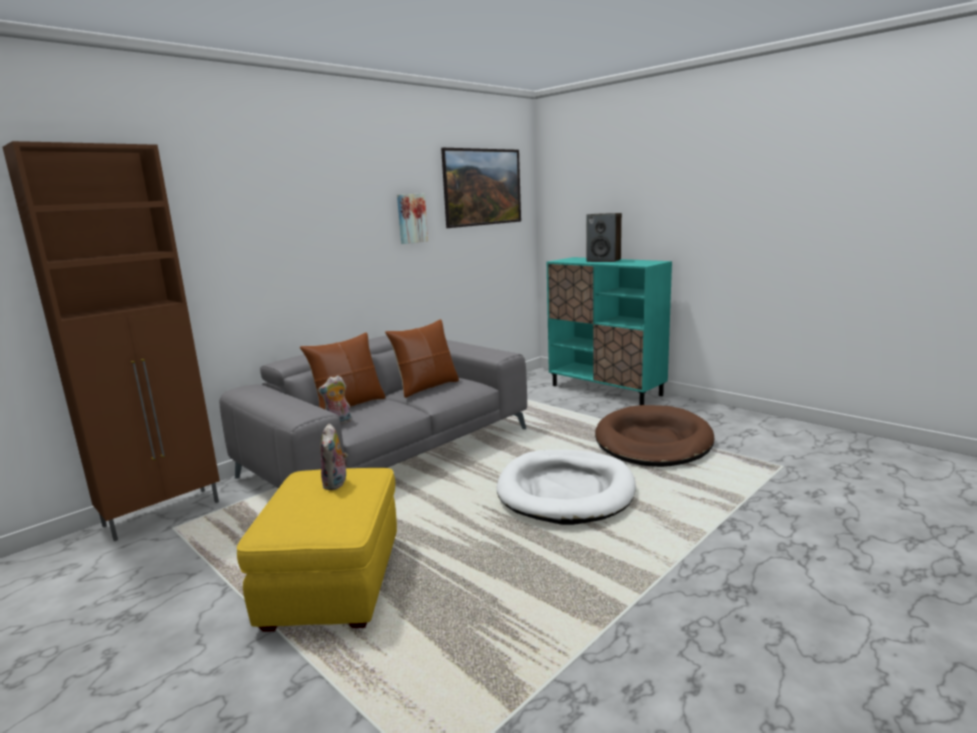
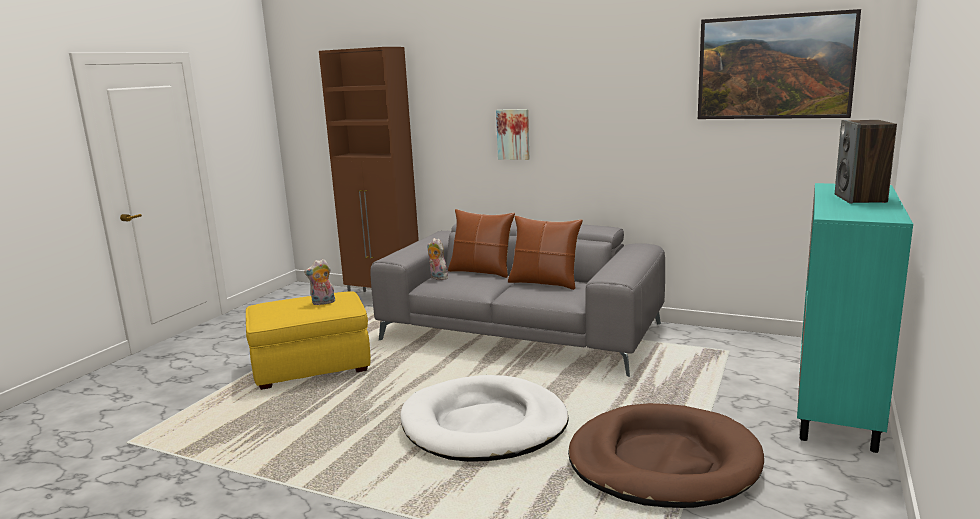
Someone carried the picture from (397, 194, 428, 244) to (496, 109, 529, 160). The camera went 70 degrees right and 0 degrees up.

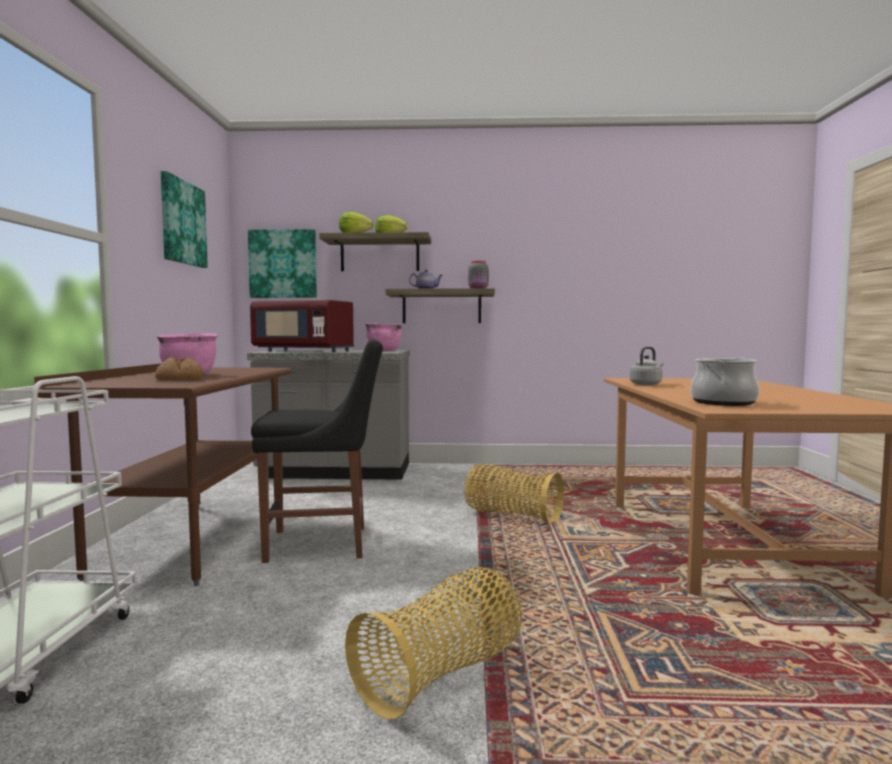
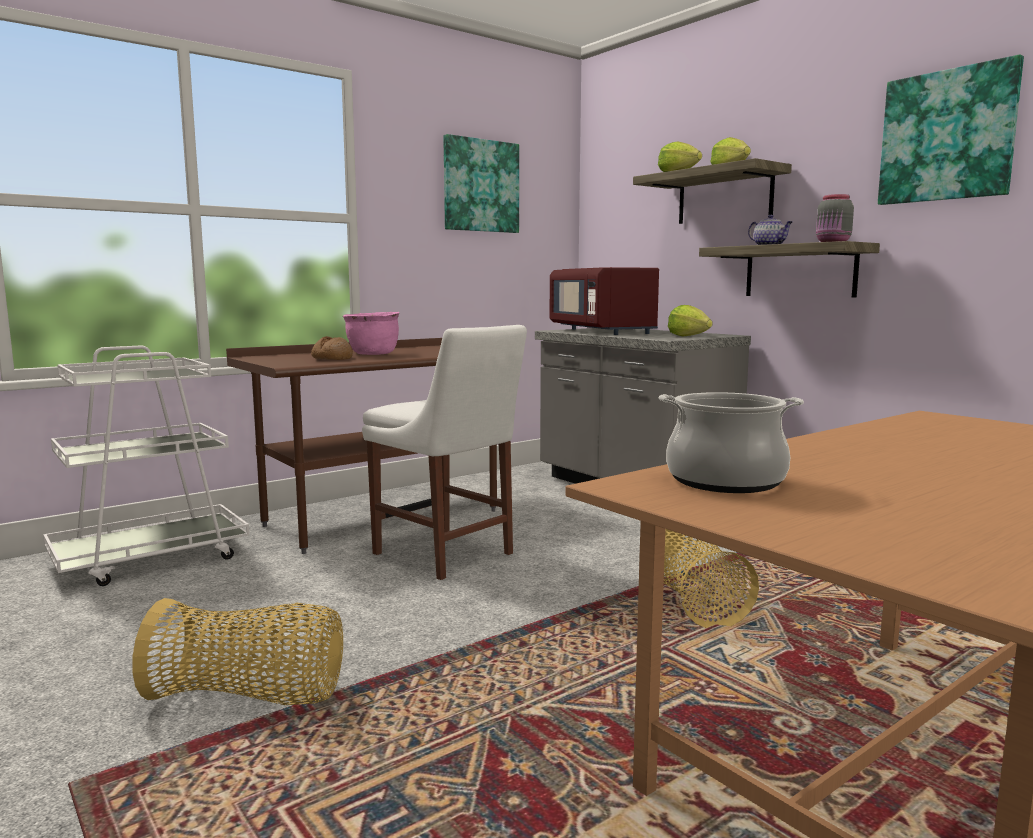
Someone carried the picture from (248, 229, 317, 298) to (878, 55, 1024, 205). Someone repainted the black_chair at (251, 339, 383, 563), which became the white_chair at (362, 325, 527, 580). Someone swapped the pink_cooking_pot at (365, 323, 403, 351) for the lettuce at (668, 305, 713, 336). Someone took away the grey_kettle at (630, 347, 663, 386). The camera went 50 degrees right and 5 degrees up.

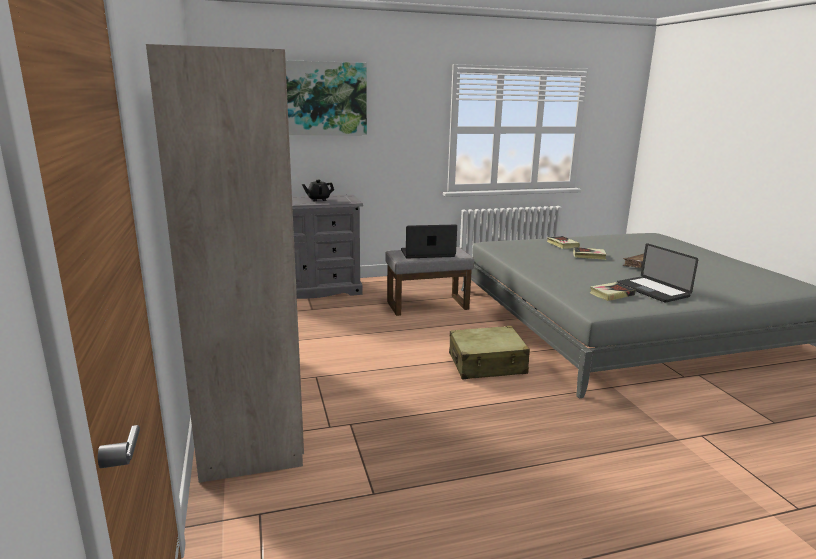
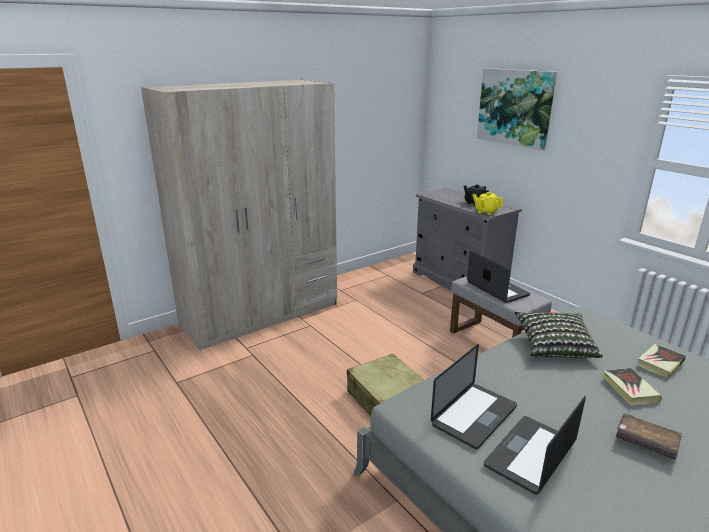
Someone swapped the book at (590, 282, 635, 301) for the laptop at (431, 344, 517, 449). Someone put down the yellow_teapot at (472, 192, 503, 215). Someone put down the pillow at (515, 312, 603, 358). The camera went 70 degrees right and 5 degrees up.

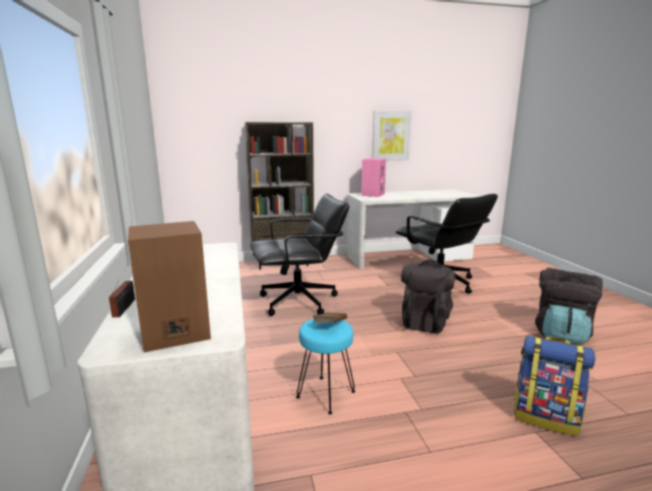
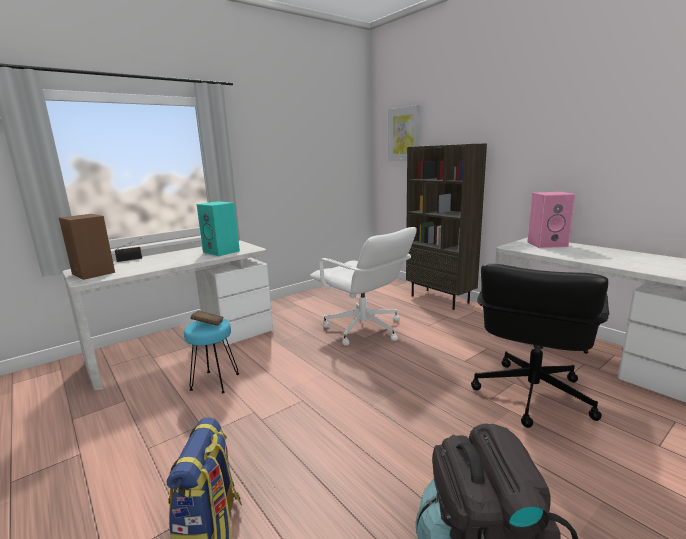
Someone repainted the black_office_chair at (250, 193, 349, 316), which became the white_office_chair at (310, 227, 417, 345). Someone carried the picture from (372, 110, 412, 161) to (388, 105, 421, 161). Someone took away the black_backpack at (401, 259, 456, 334). Someone put down the turquoise_speaker at (196, 201, 240, 256). The camera went 65 degrees right and 0 degrees up.

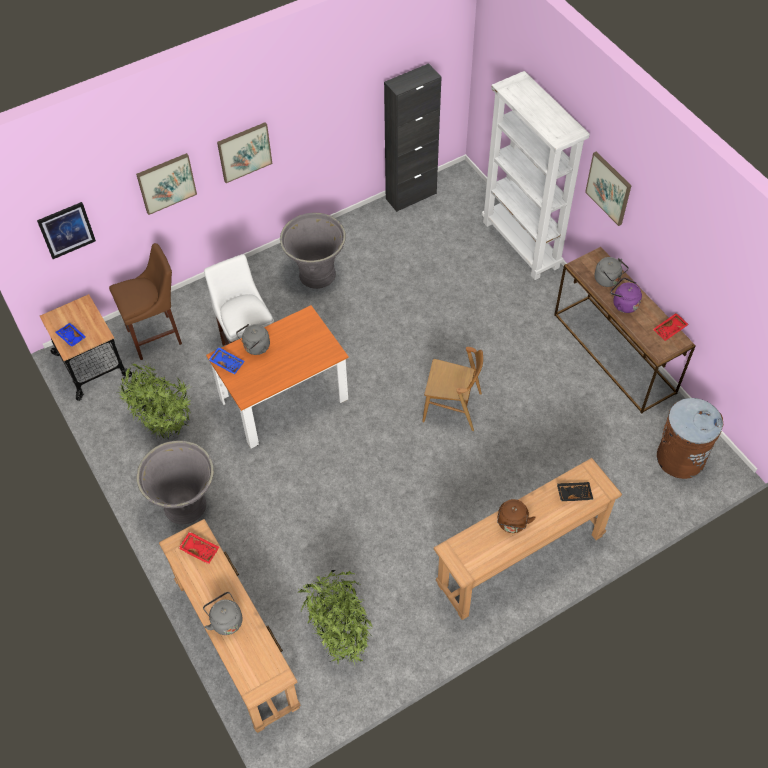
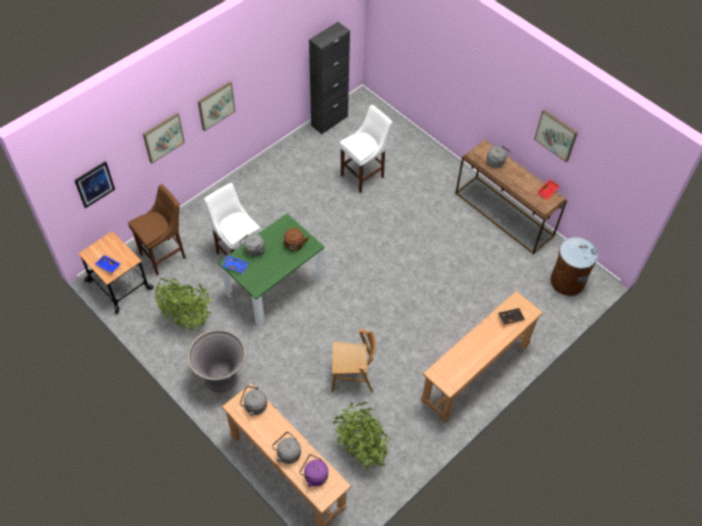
Someone swapped the red_tray at (179, 531, 219, 564) for the grey_kettle at (240, 386, 267, 416). Someone repainted the orange_dining_table at (206, 305, 349, 448), which became the green_dining_table at (218, 213, 325, 327). Someone took away the grey_planter at (280, 213, 346, 289). Someone carried the brown_chair from (422, 347, 483, 431) to (331, 329, 376, 393). Someone took away the white_bookcase at (482, 71, 590, 280). Someone carried the brown_kettle from (497, 499, 536, 533) to (283, 228, 309, 251). Someone carried the picture from (585, 151, 631, 226) to (534, 109, 578, 162). Someone carried the purple_kettle from (611, 277, 642, 313) to (300, 454, 328, 487). Someone put down the white_stool at (339, 105, 392, 193). The camera went 15 degrees left and 0 degrees up.

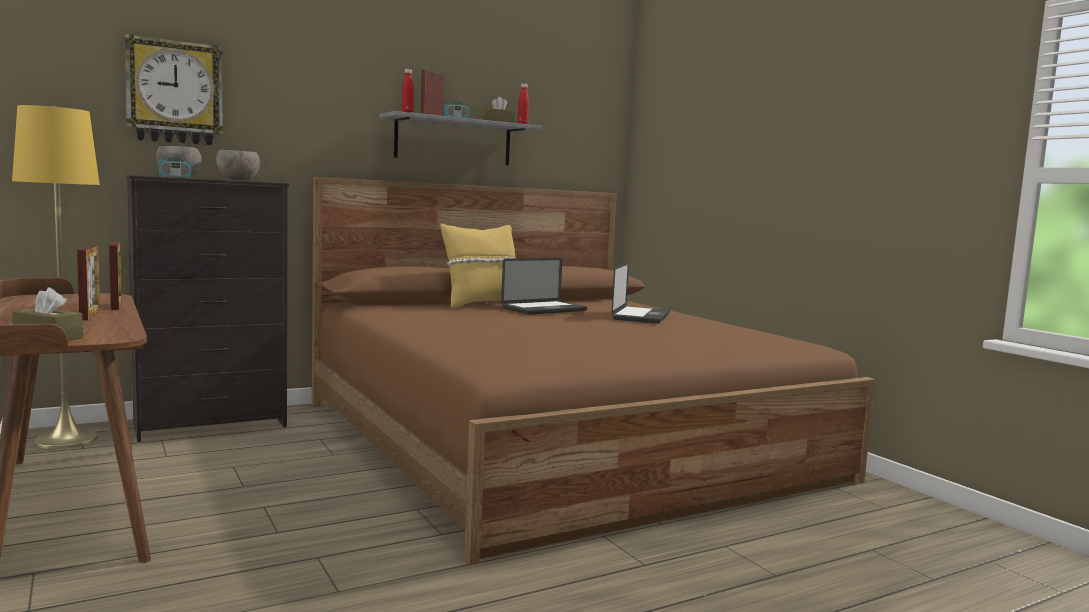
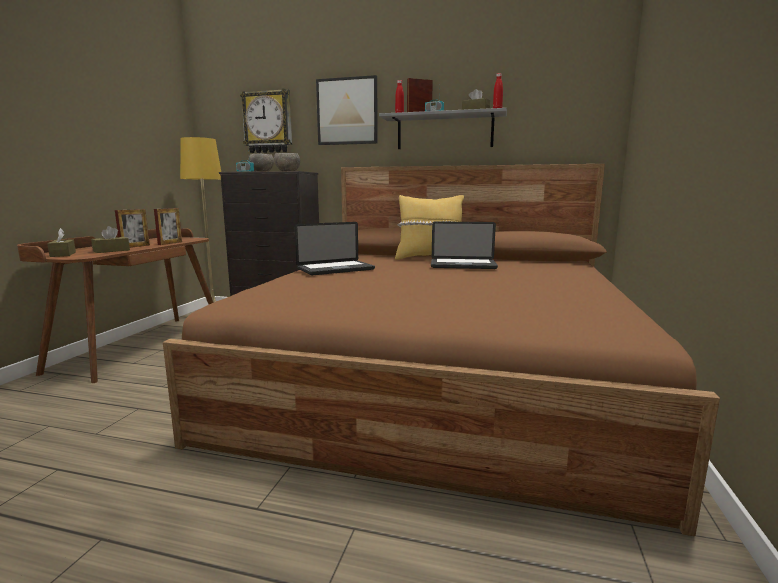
Someone carried the laptop from (611, 262, 670, 323) to (295, 222, 375, 275). Someone put down the brown_tissue_box at (91, 226, 130, 253). Someone put up the picture at (316, 75, 378, 145). The camera went 45 degrees right and 5 degrees up.

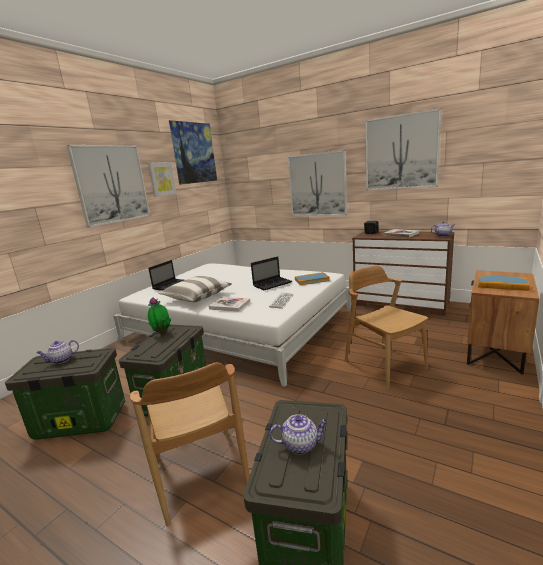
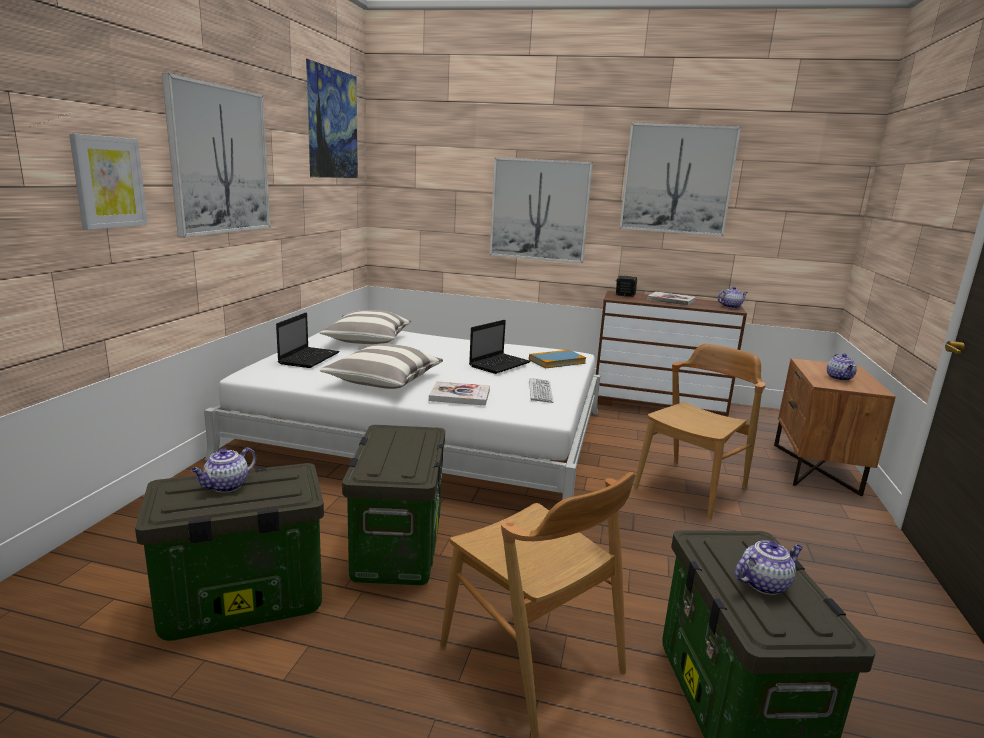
Someone carried the picture from (148, 162, 177, 197) to (69, 133, 148, 230). Someone took away the potted_plant at (148, 297, 171, 334). Someone rotated the brown_chair at (344, 266, 428, 388) by 90 degrees clockwise. Someone swapped the book at (478, 275, 530, 291) for the teapot at (827, 354, 857, 381). Someone put down the pillow at (320, 310, 411, 344). The camera went 20 degrees left and 0 degrees up.

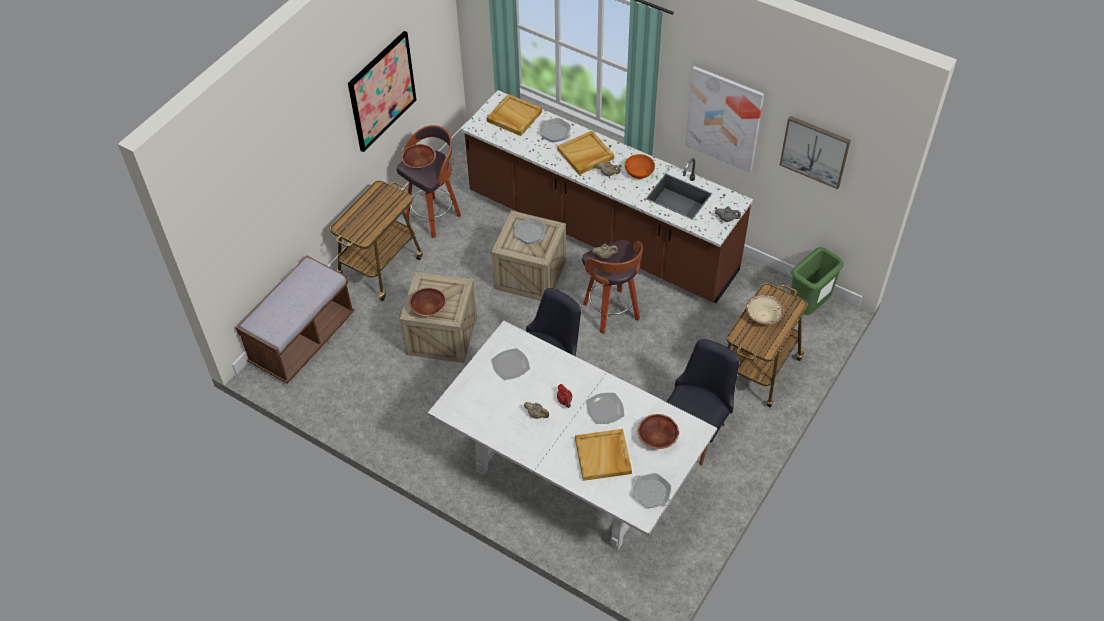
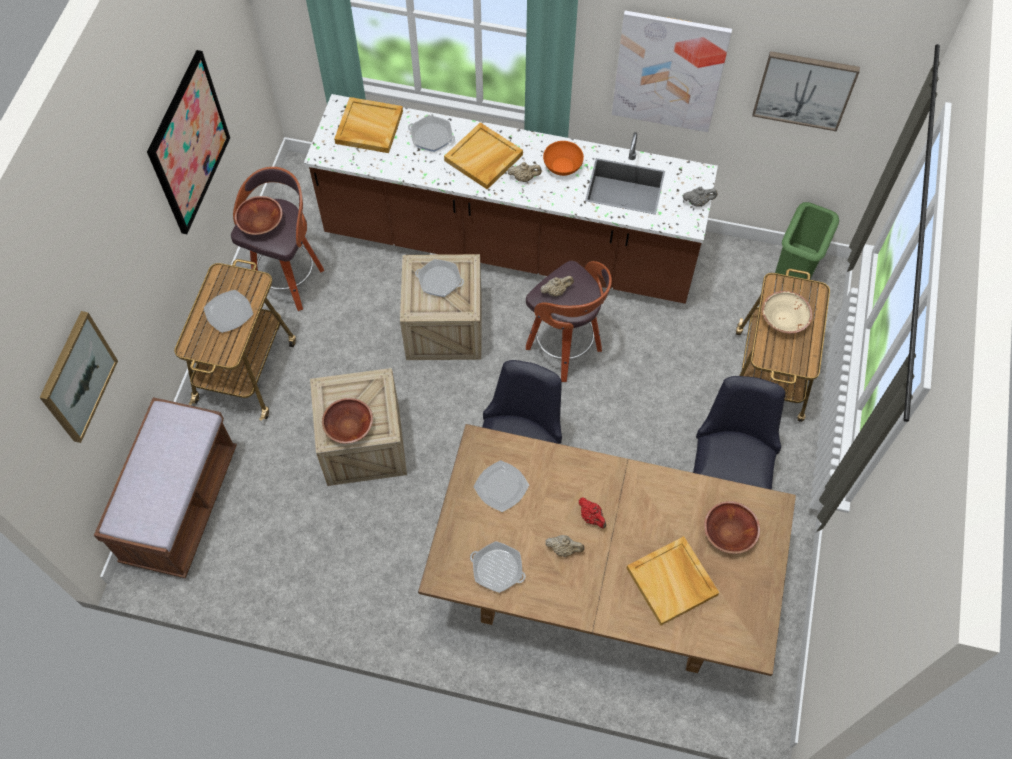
Someone repainted the white_dining_table at (427, 320, 717, 550), which became the brown_dining_table at (418, 424, 796, 676). Someone carried the plate from (586, 393, 624, 424) to (204, 290, 253, 333). Someone carried the frying_pan from (633, 473, 671, 508) to (470, 541, 526, 593). Someone put up the picture at (39, 311, 118, 443). The camera went 20 degrees left and 10 degrees up.

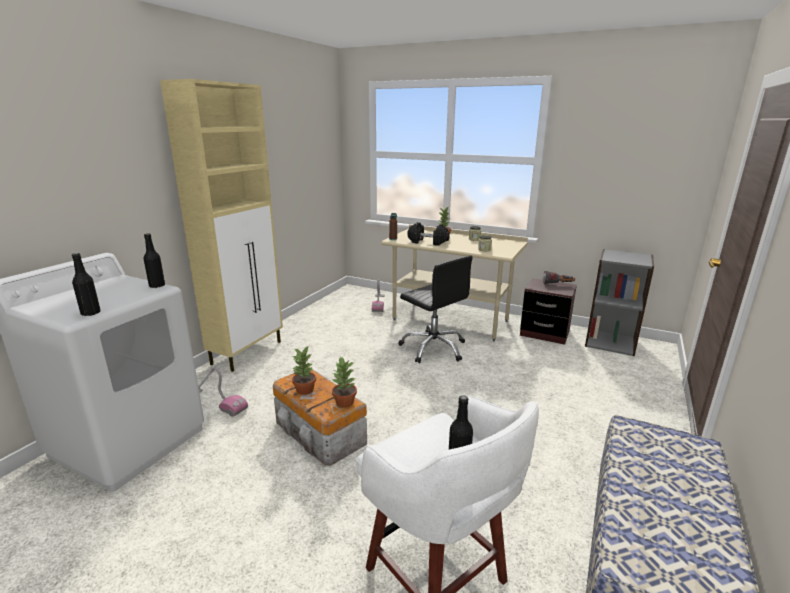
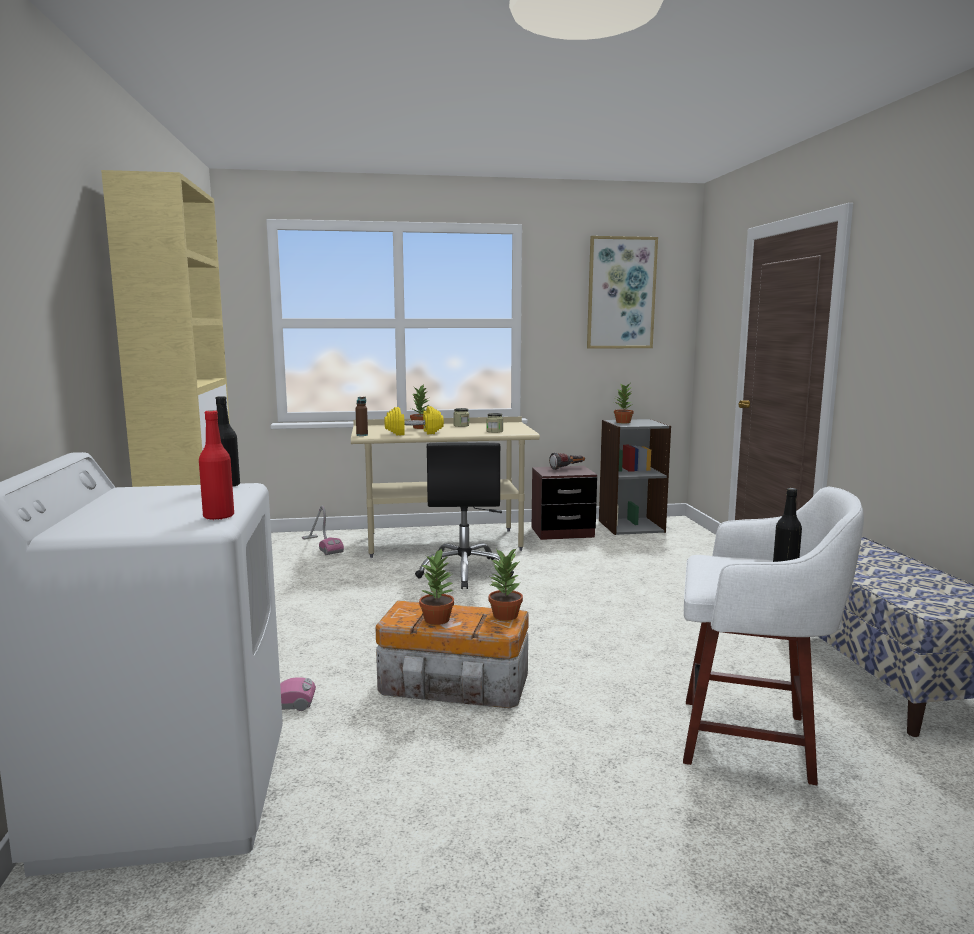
Someone repainted the black_bottle at (72, 253, 101, 316), which became the red_bottle at (199, 410, 234, 520). Someone rotated the black_office_chair at (398, 256, 473, 363) by 75 degrees clockwise. Someone repainted the black_dumbbell at (407, 222, 450, 246), which became the yellow_dumbbell at (384, 406, 444, 436). Someone put up the picture at (587, 236, 658, 349). Someone put down the potted_plant at (614, 384, 634, 423). The camera went 35 degrees left and 10 degrees down.

